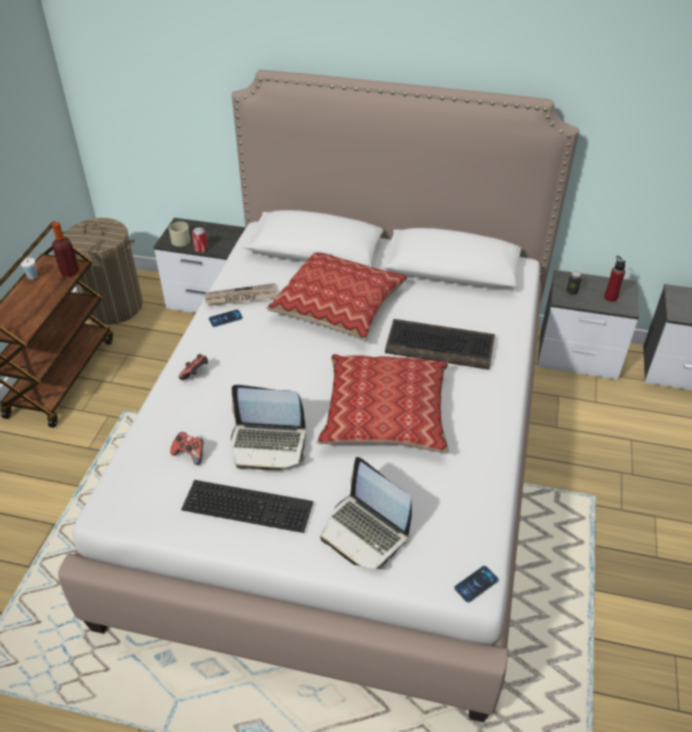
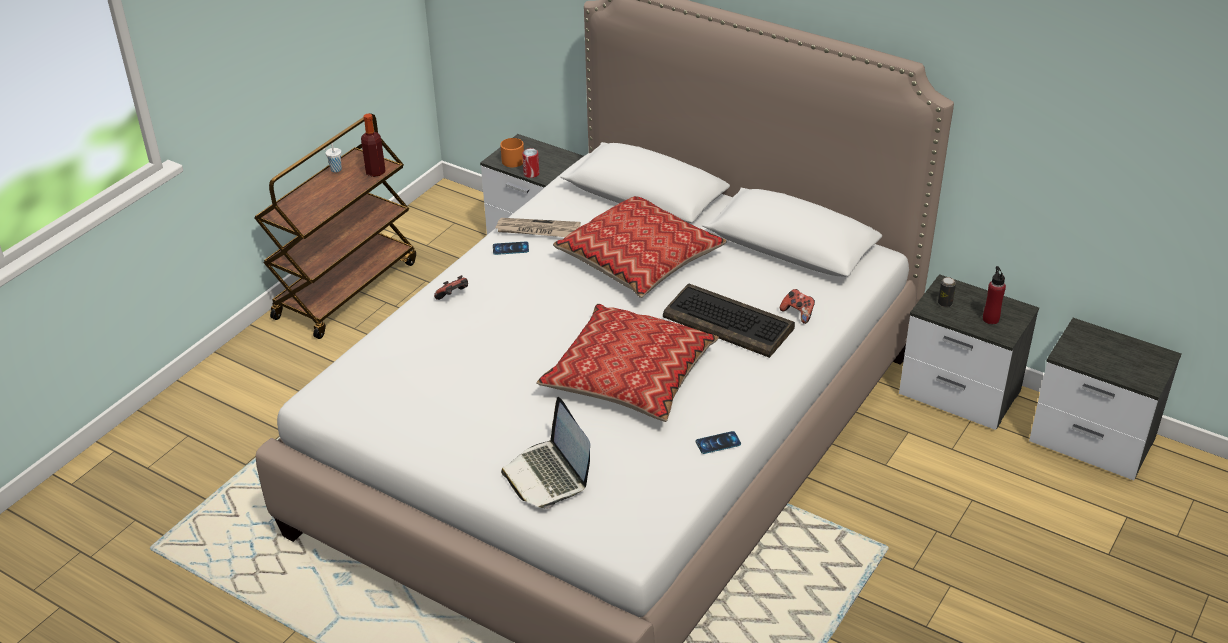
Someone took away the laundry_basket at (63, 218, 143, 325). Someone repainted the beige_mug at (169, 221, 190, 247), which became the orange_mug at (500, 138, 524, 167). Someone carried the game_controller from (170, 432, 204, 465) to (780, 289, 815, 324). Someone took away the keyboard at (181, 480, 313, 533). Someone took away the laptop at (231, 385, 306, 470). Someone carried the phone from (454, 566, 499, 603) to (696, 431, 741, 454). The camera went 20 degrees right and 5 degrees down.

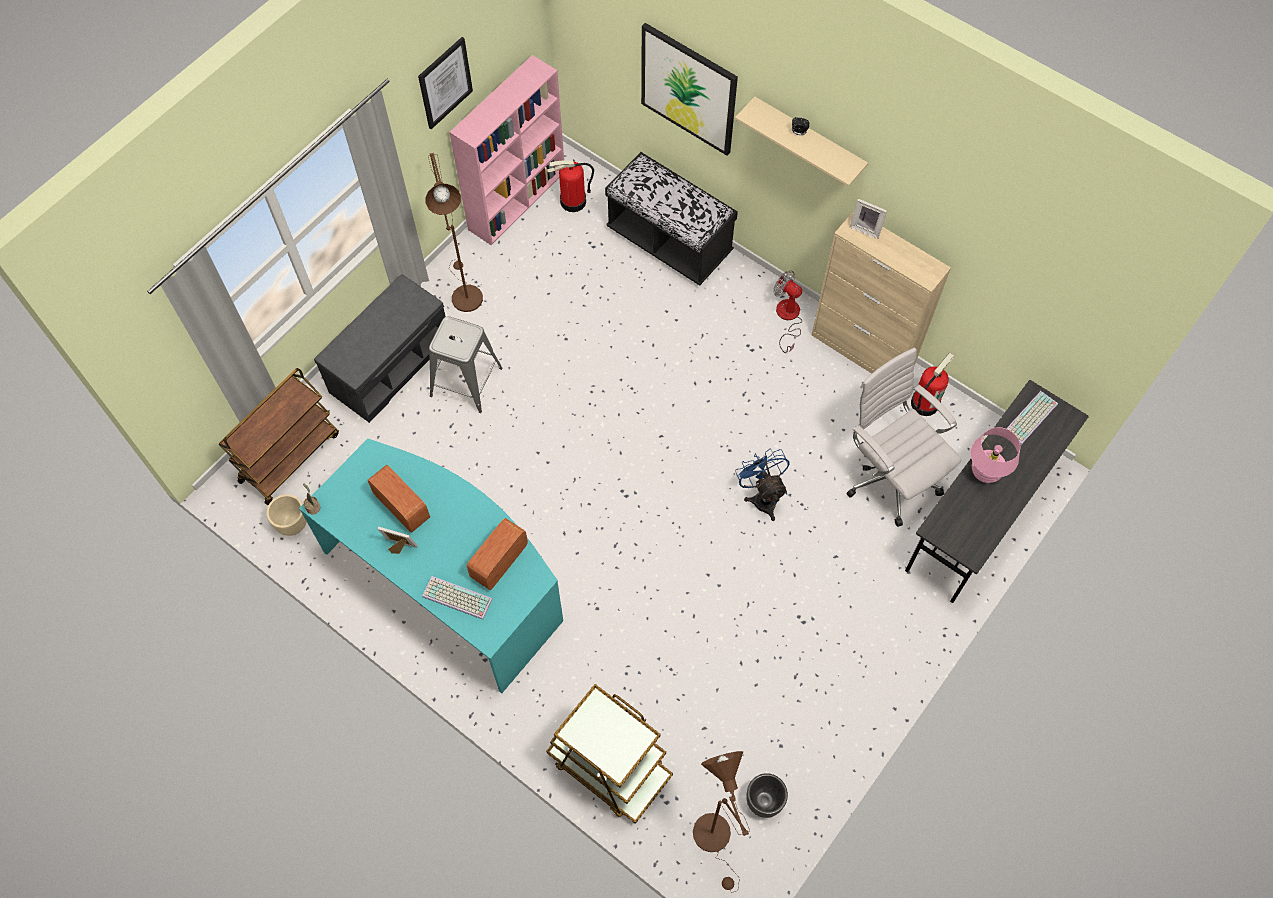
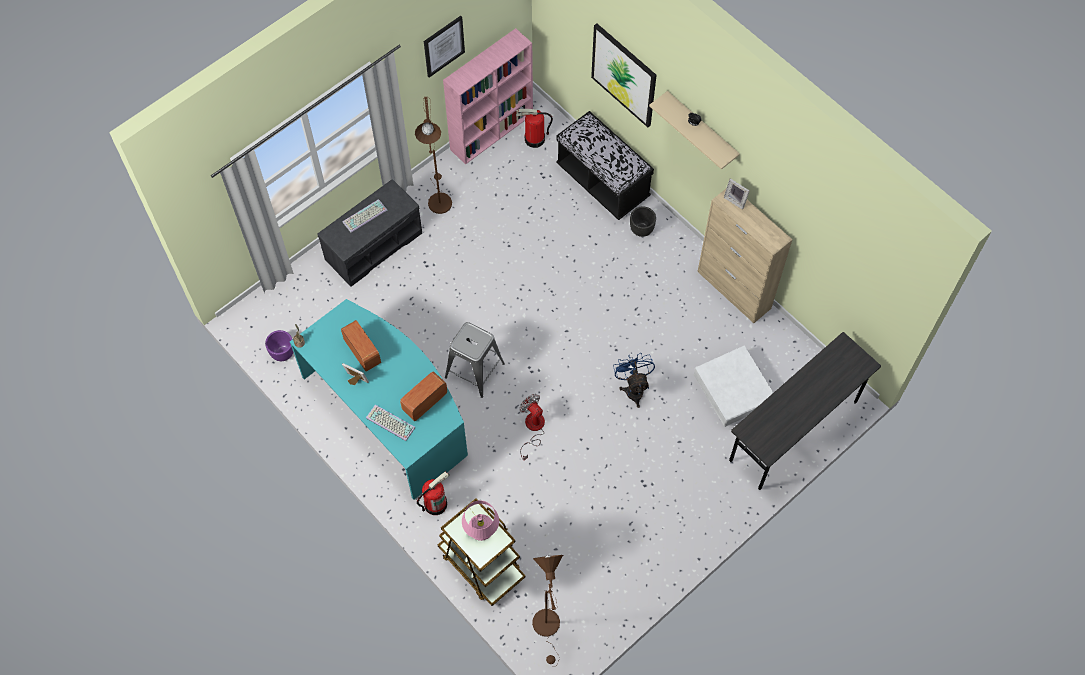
Someone took away the brown_cart at (218, 368, 339, 505). Someone repainted the beige_planter at (266, 494, 307, 536), which became the purple_planter at (265, 330, 294, 361). Someone carried the grey_stool from (429, 316, 503, 413) to (445, 322, 505, 398). Someone carried the black_planter from (746, 773, 788, 818) to (630, 206, 656, 237). Someone carried the fan from (773, 270, 802, 353) to (520, 394, 545, 460). Someone swapped the white_office_chair at (846, 348, 961, 527) for the white_storage_box at (694, 346, 773, 427). Someone carried the fire_extinguisher from (911, 353, 954, 416) to (417, 472, 450, 515). Someone carried the pink_table_lamp from (971, 427, 1021, 483) to (462, 500, 499, 541). Someone carried the keyboard from (1006, 391, 1058, 445) to (343, 199, 387, 233). The camera went 10 degrees right and 0 degrees up.

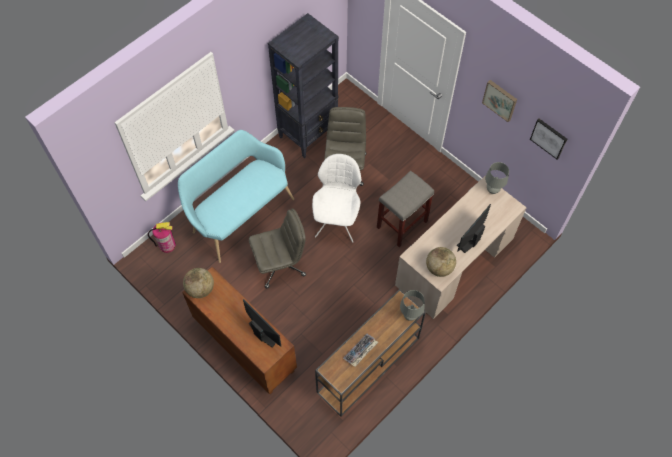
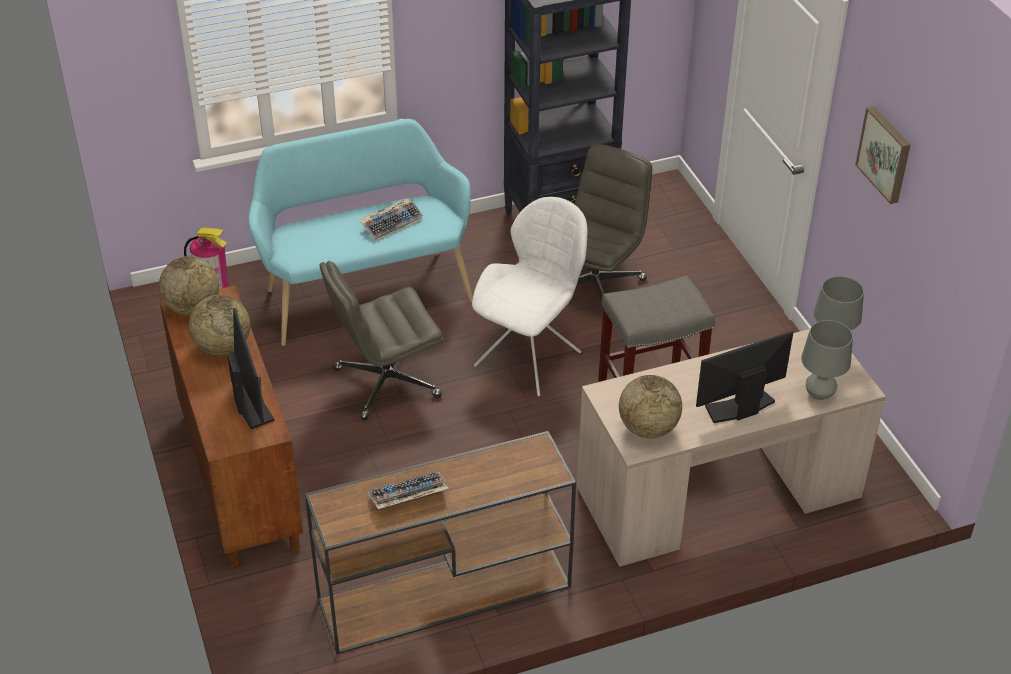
Someone rotated the grey_office_chair at (249, 209, 306, 288) by 150 degrees clockwise. Someone carried the grey_table_lamp from (400, 290, 424, 321) to (801, 320, 853, 400). Someone took away the picture at (530, 119, 567, 159). Someone put down the globe at (189, 295, 250, 356). Someone put down the keyboard at (360, 198, 423, 242). The camera went 25 degrees right and 20 degrees down.

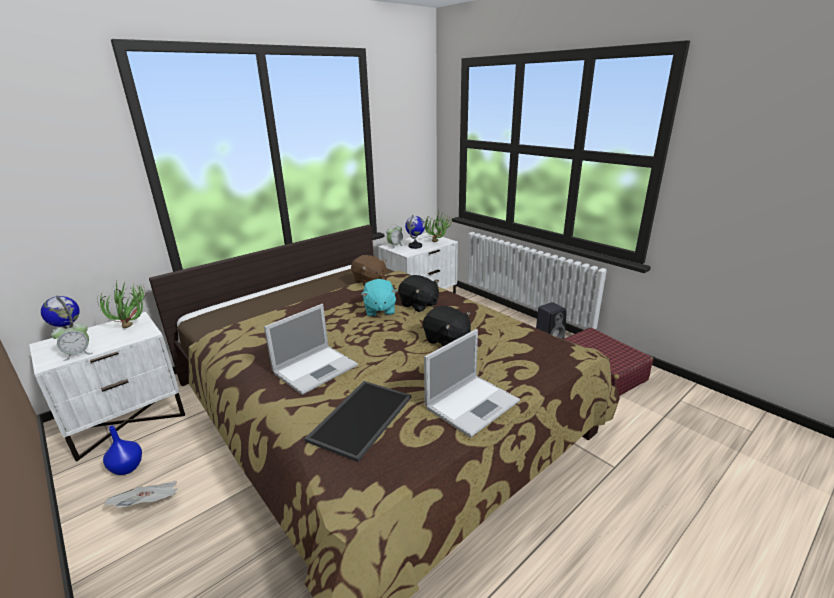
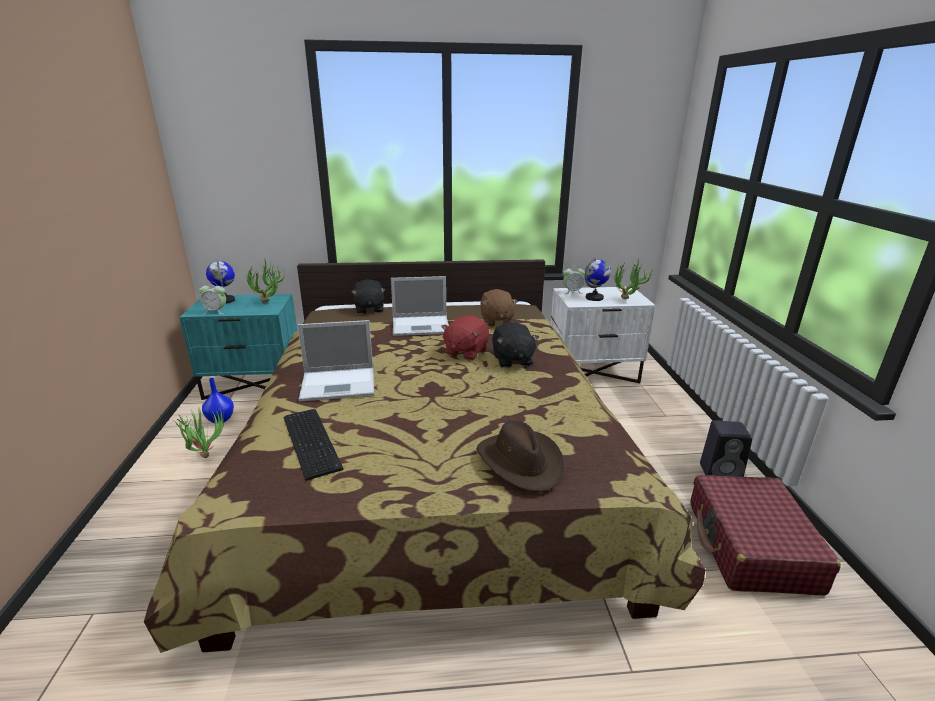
Someone repainted the white_nightstand at (29, 312, 185, 461), which became the turquoise_nightstand at (179, 294, 297, 400). Someone swapped the newspaper at (105, 481, 178, 508) for the potted_plant at (174, 406, 224, 458). Someone swapped the tray at (305, 381, 411, 462) for the keyboard at (283, 409, 344, 481). Someone repainted the turquoise_plush_toy at (362, 279, 398, 317), which became the red_plush_toy at (441, 316, 489, 360). Someone carried the black_plush_toy from (423, 306, 471, 346) to (351, 279, 386, 314). Someone carried the laptop from (424, 329, 520, 438) to (391, 276, 449, 336). Someone put down the brown_hat at (477, 421, 564, 492). The camera went 35 degrees right and 0 degrees up.

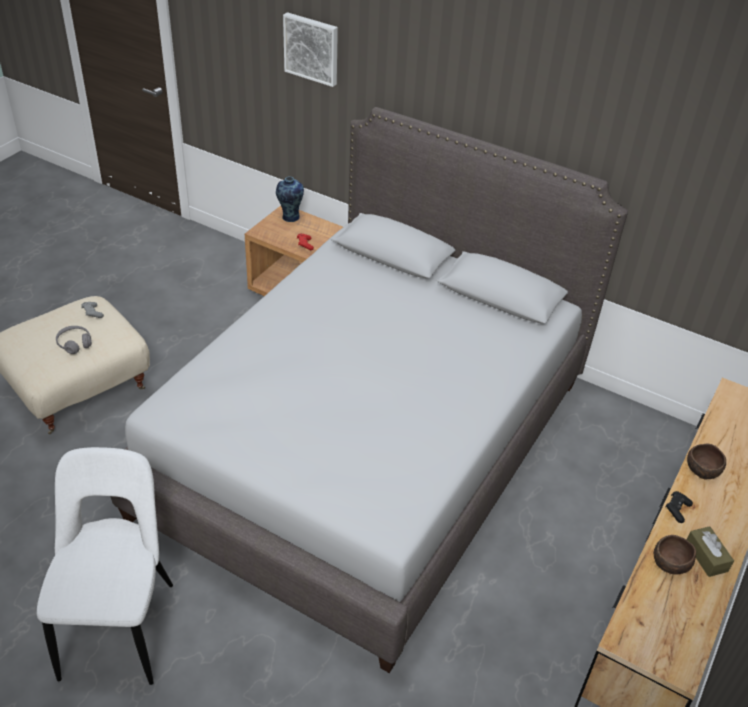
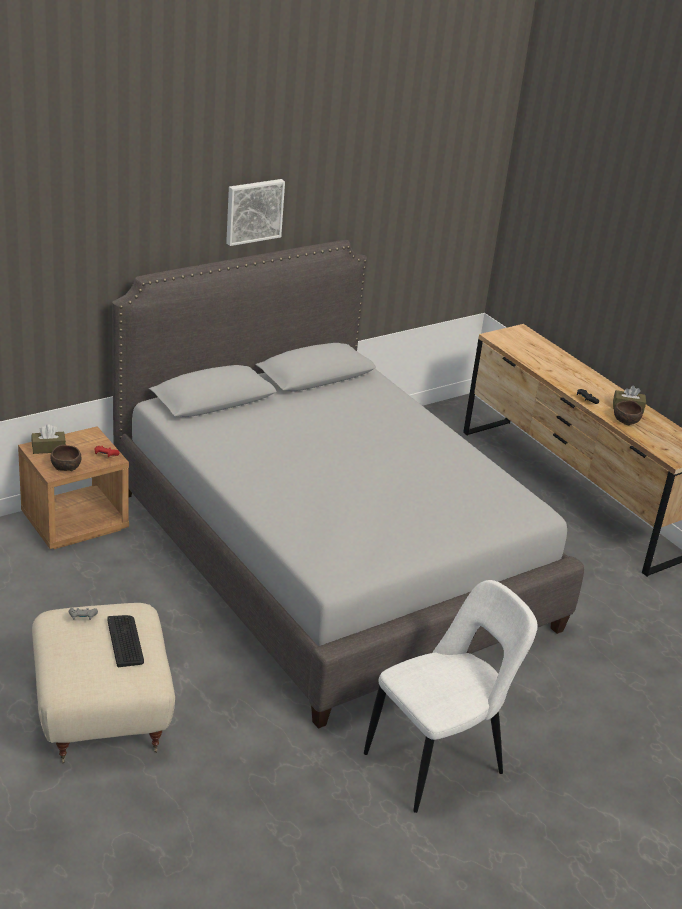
Someone rotated the white_chair at (37, 447, 173, 685) by 120 degrees clockwise. Someone swapped the grey_headphones at (56, 326, 92, 354) for the keyboard at (107, 615, 144, 667). Someone swapped the vase at (276, 176, 304, 222) for the brown_tissue_box at (32, 424, 66, 454). Someone carried the picture from (283, 12, 338, 87) to (226, 179, 285, 246). Someone carried the brown_bowl from (687, 444, 726, 480) to (50, 445, 82, 471). The camera went 65 degrees left and 10 degrees down.

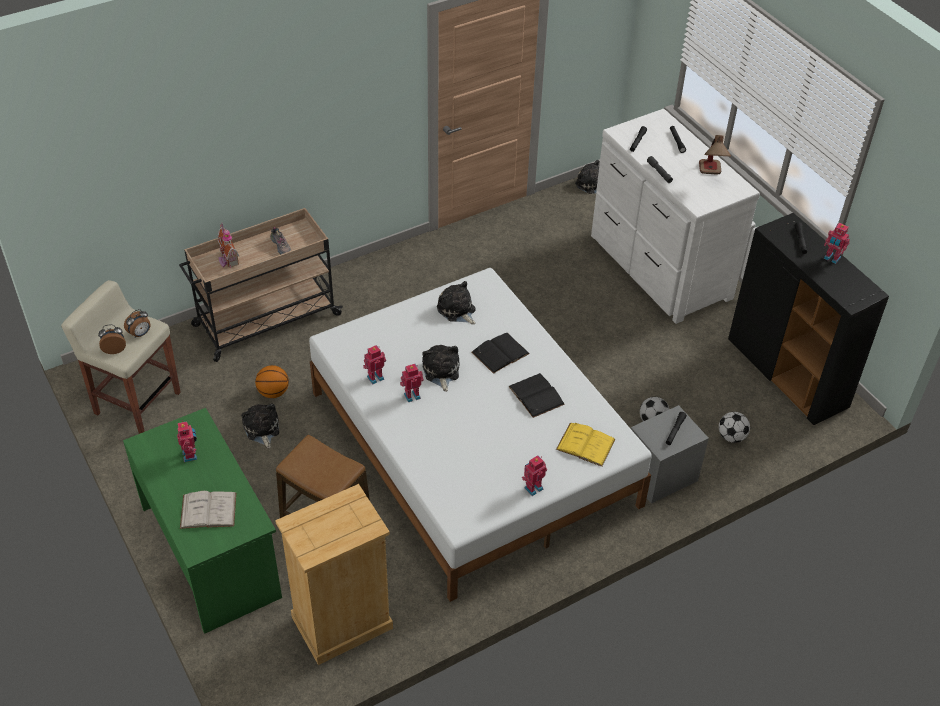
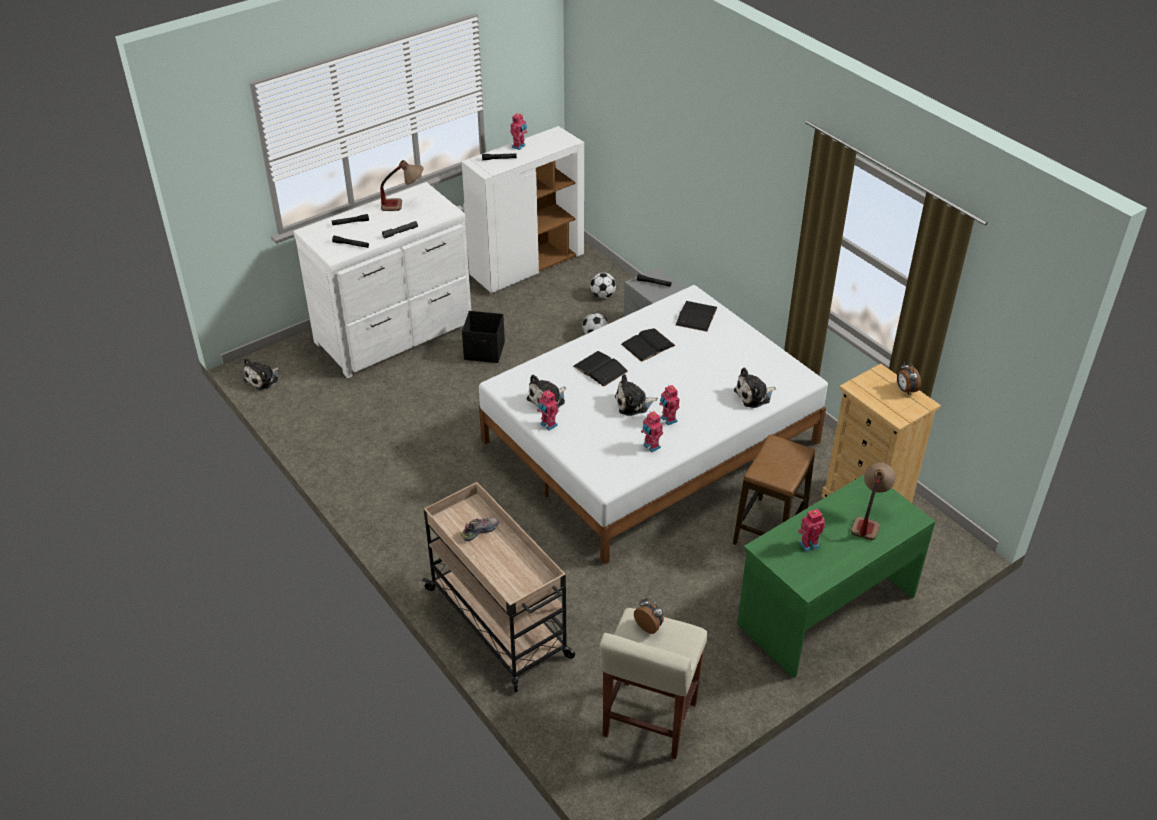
Someone carried the alarm_clock from (98, 324, 126, 354) to (897, 362, 921, 395). Someone swapped the white_book at (180, 491, 236, 529) for the table_lamp at (851, 462, 895, 540). Someone took away the toy_house at (218, 223, 239, 268). Someone carried the plush_toy from (241, 403, 279, 448) to (734, 368, 776, 408). Someone took away the basketball at (255, 365, 289, 398). Someone carried the toy_robot from (522, 455, 547, 496) to (537, 390, 559, 431). Someone repainted the yellow_book at (556, 423, 616, 467), which became the black_book at (676, 301, 717, 332). Someone repainted the black_cabinet at (728, 213, 889, 425), which became the white_cabinet at (462, 126, 584, 293). Someone put down the black_storage_box at (462, 311, 505, 363). The camera went 95 degrees left and 5 degrees down.

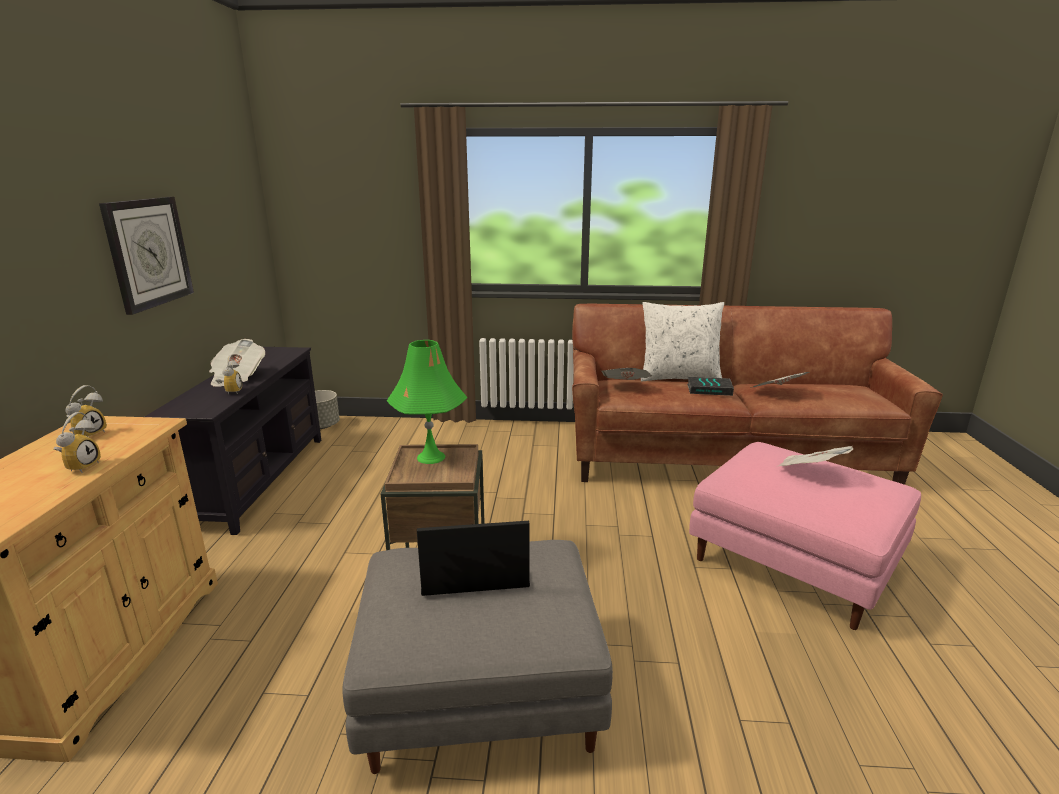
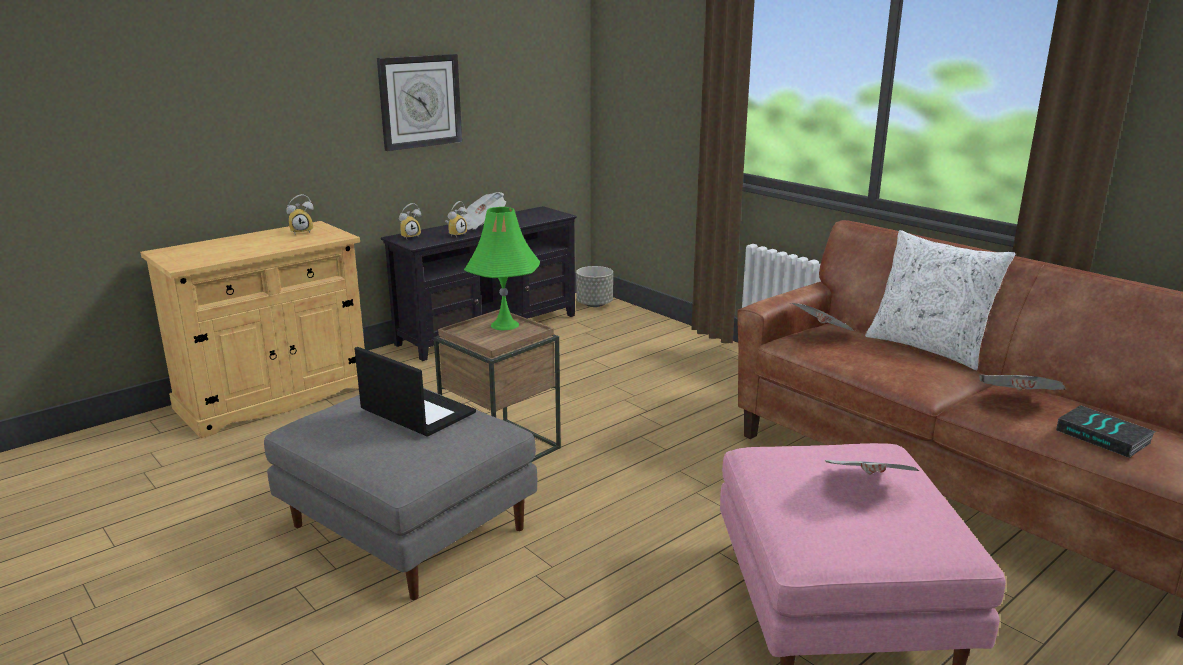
Someone carried the alarm_clock from (54, 412, 101, 473) to (399, 203, 421, 239). Someone carried the book from (687, 377, 734, 396) to (1056, 405, 1156, 458). The camera went 45 degrees right and 0 degrees up.

